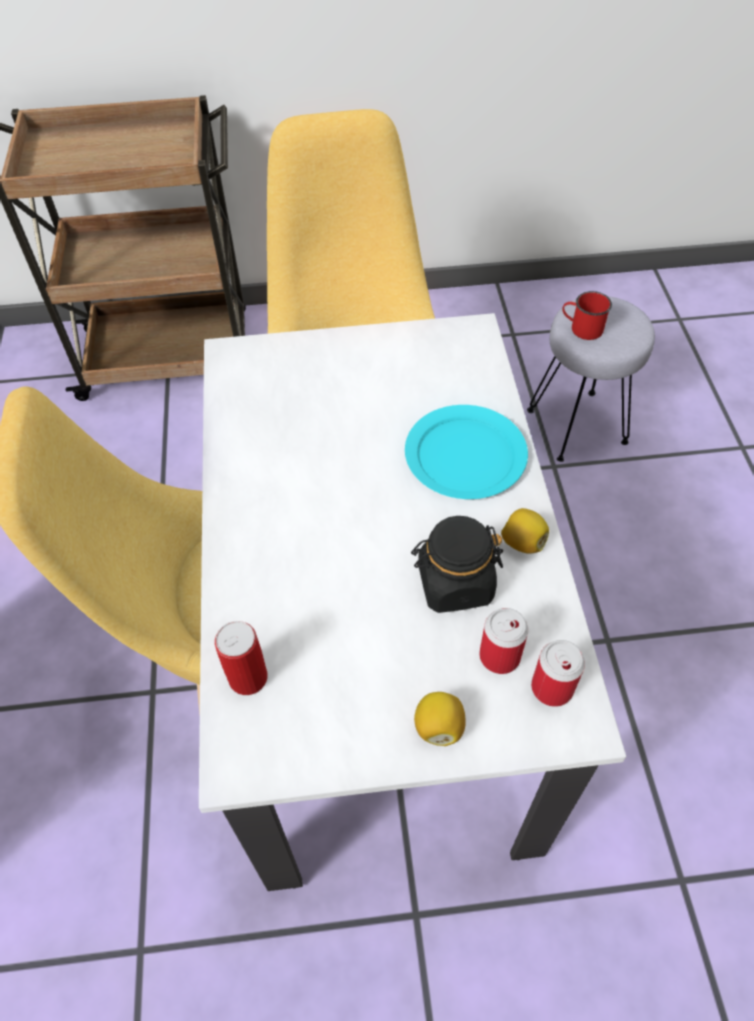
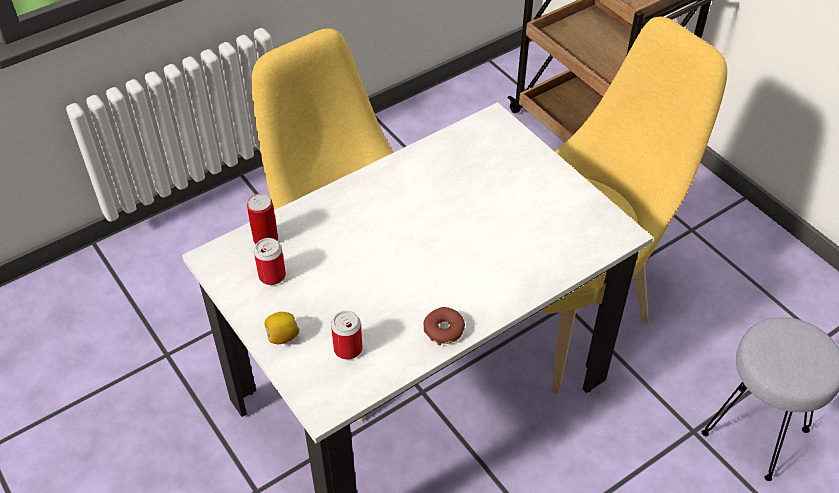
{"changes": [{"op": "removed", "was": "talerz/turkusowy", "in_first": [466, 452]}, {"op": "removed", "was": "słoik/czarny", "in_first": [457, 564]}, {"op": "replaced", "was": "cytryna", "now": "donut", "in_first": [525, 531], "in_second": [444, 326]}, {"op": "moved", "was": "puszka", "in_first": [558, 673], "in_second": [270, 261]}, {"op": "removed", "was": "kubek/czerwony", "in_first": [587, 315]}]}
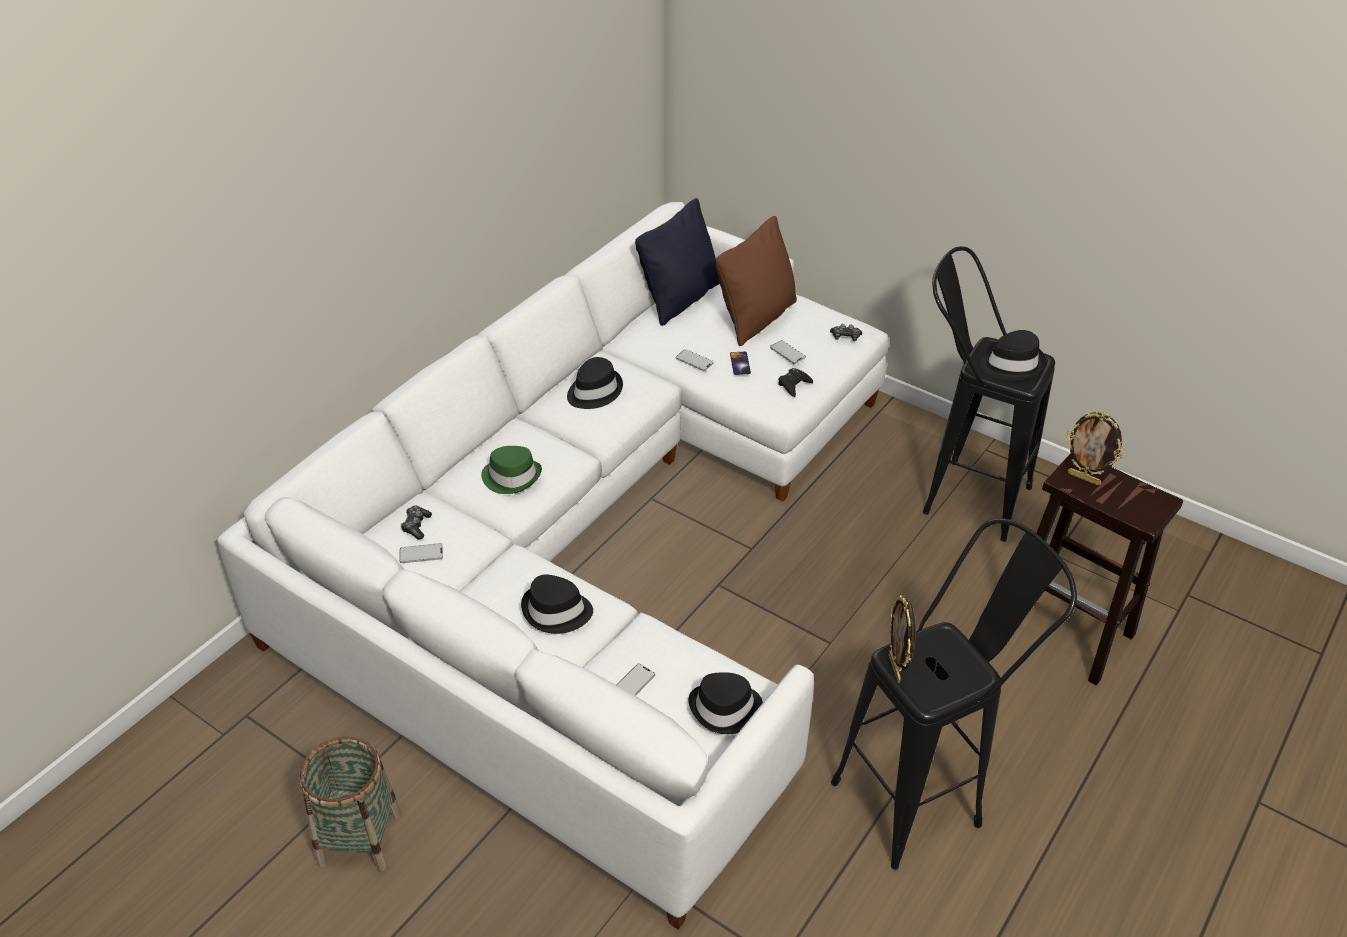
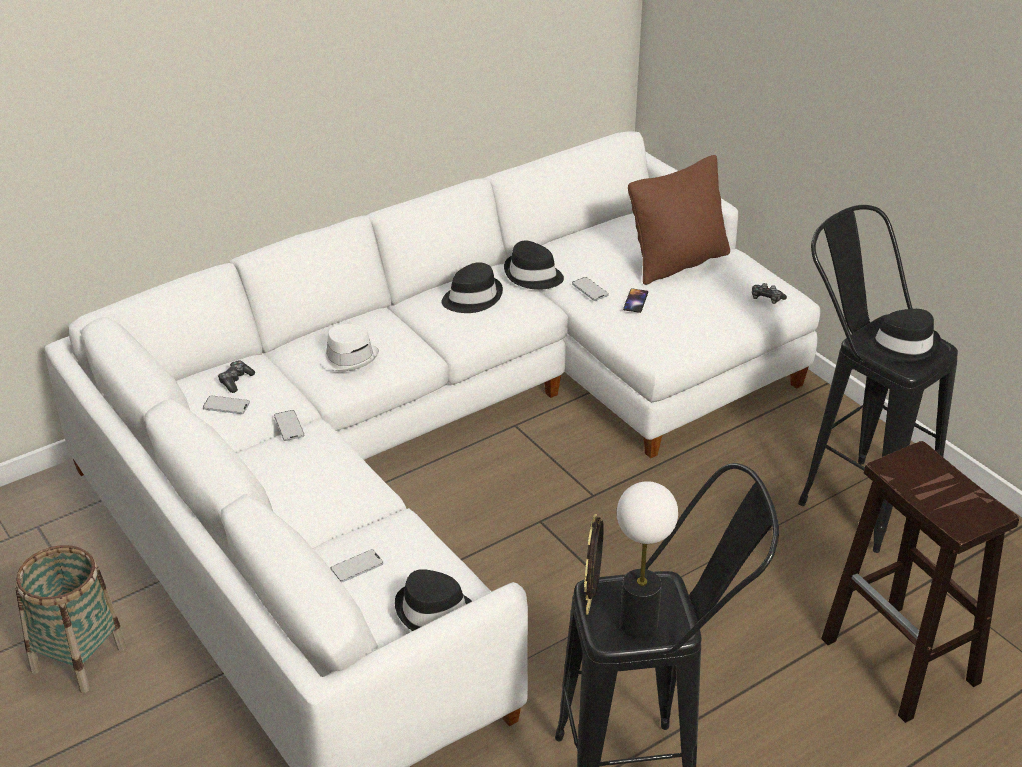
{"changes": [{"op": "recoloured", "was": "kapelusz/zielony", "now": "kapelusz/biały", "in_first": [511, 470], "in_second": [349, 347]}, {"op": "moved", "was": "kapelusz/czarny", "in_first": [557, 604], "in_second": [534, 265]}, {"op": "removed", "was": "poduszka/czarny", "in_first": [677, 262]}, {"op": "moved", "was": "telefon", "in_first": [788, 352], "in_second": [289, 425]}, {"op": "removed", "was": "pad do gier/czarny", "in_first": [795, 382]}, {"op": "removed", "was": "ramka na zdjęcie", "in_first": [1094, 449]}, {"op": "added", "now": "lampa stołowa", "in_second": [647, 559]}]}
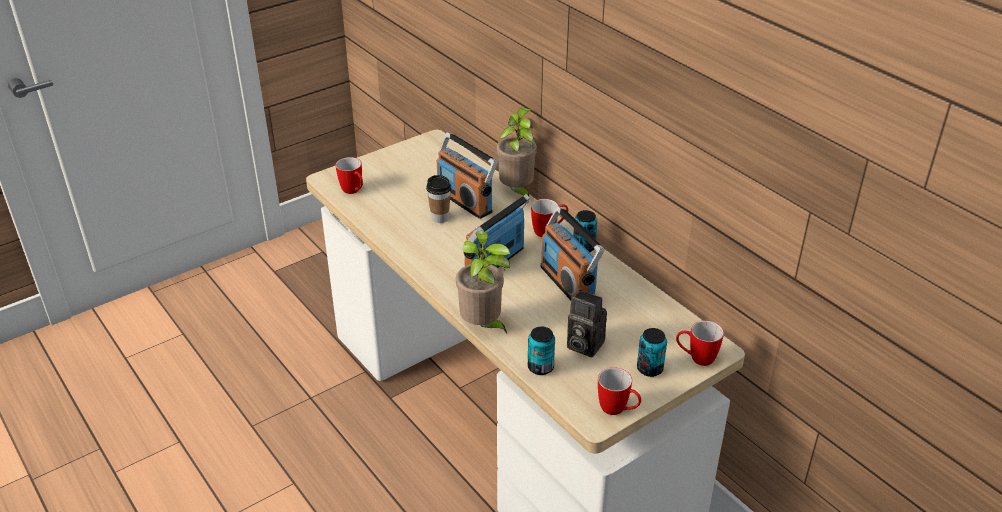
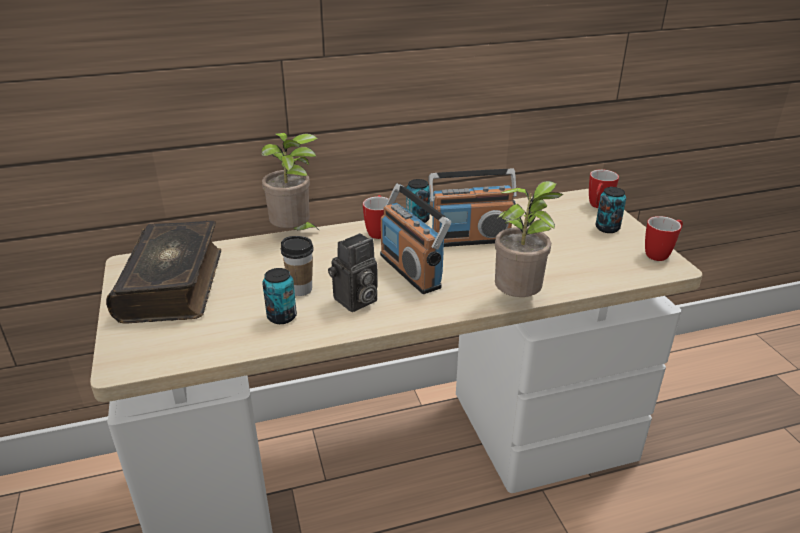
{"changes": [{"op": "removed", "was": "kubek", "in_first": [349, 175]}, {"op": "removed", "was": "radio", "in_first": [467, 175]}, {"op": "moved", "was": "puszka", "in_first": [541, 351], "in_second": [279, 296]}, {"op": "moved", "was": "aparat fotograficzny", "in_first": [587, 324], "in_second": [353, 272]}, {"op": "added", "now": "książka", "in_second": [163, 272]}]}
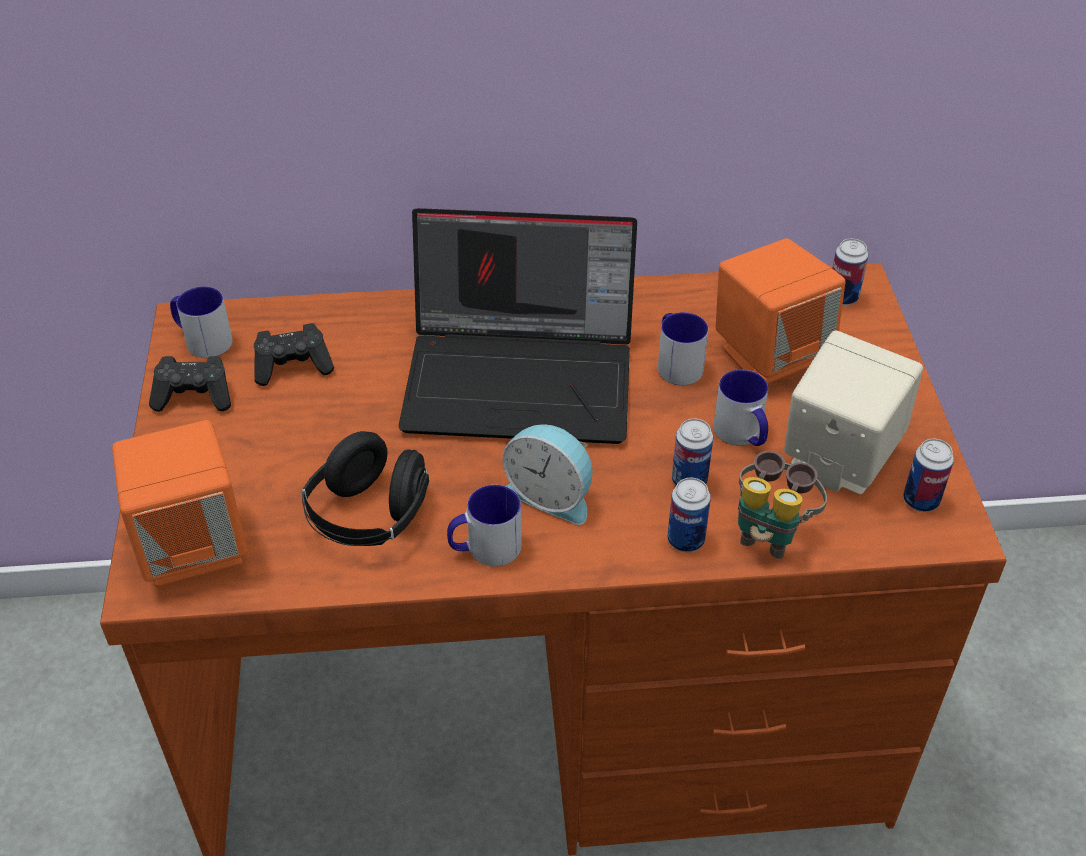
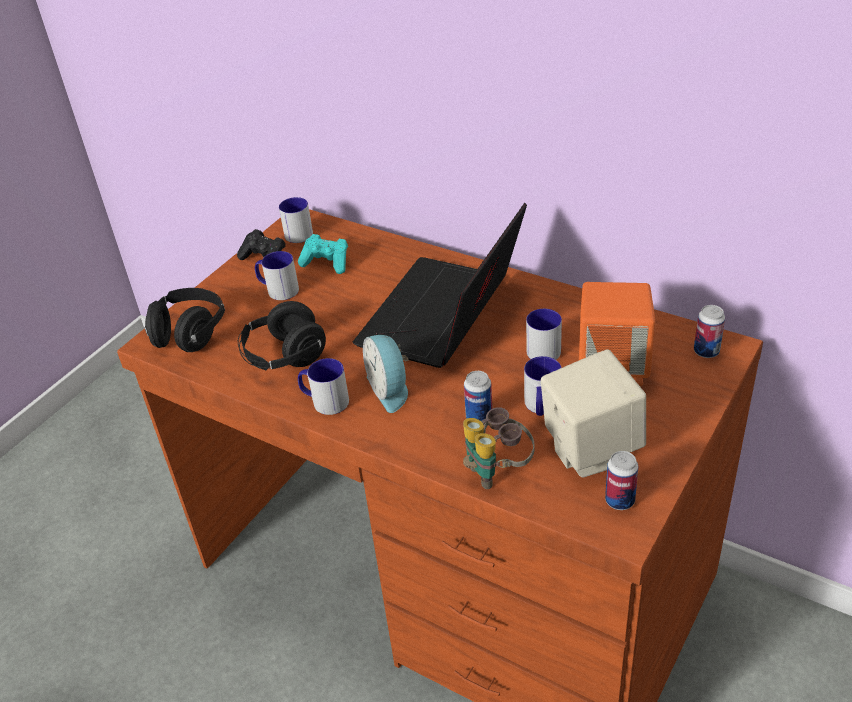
{"changes": [{"op": "replaced", "was": "głośnik/pomarańczowy", "now": "słuchawki/czarny", "in_first": [180, 503], "in_second": [185, 320]}, {"op": "recoloured", "was": "pad do gier/czarny", "now": "pad do gier/turkusowy", "in_first": [294, 354], "in_second": [323, 254]}, {"op": "turned", "was": "laptop", "in_first": [518, 326], "in_second": [440, 285], "clockwise": 75}, {"op": "removed", "was": "puszka", "in_first": [689, 515]}, {"op": "added", "now": "kubek", "in_second": [277, 275]}]}
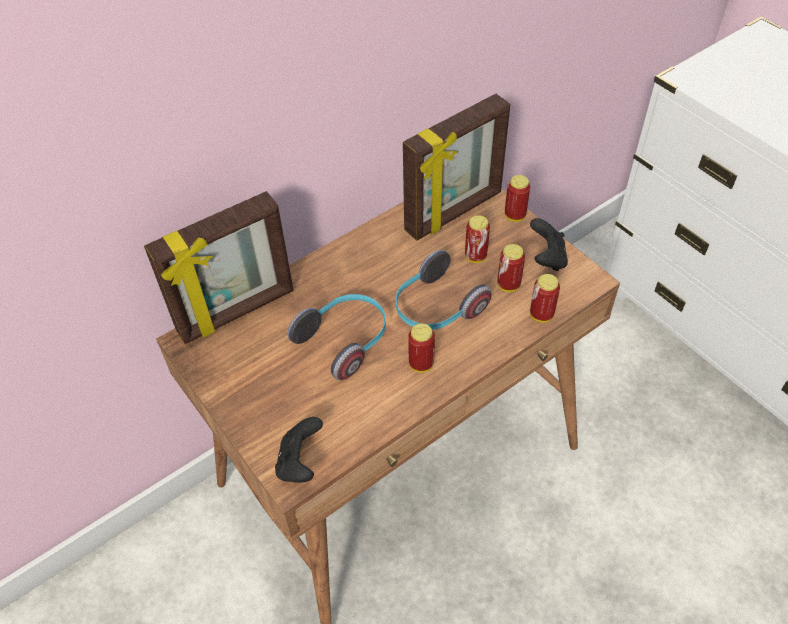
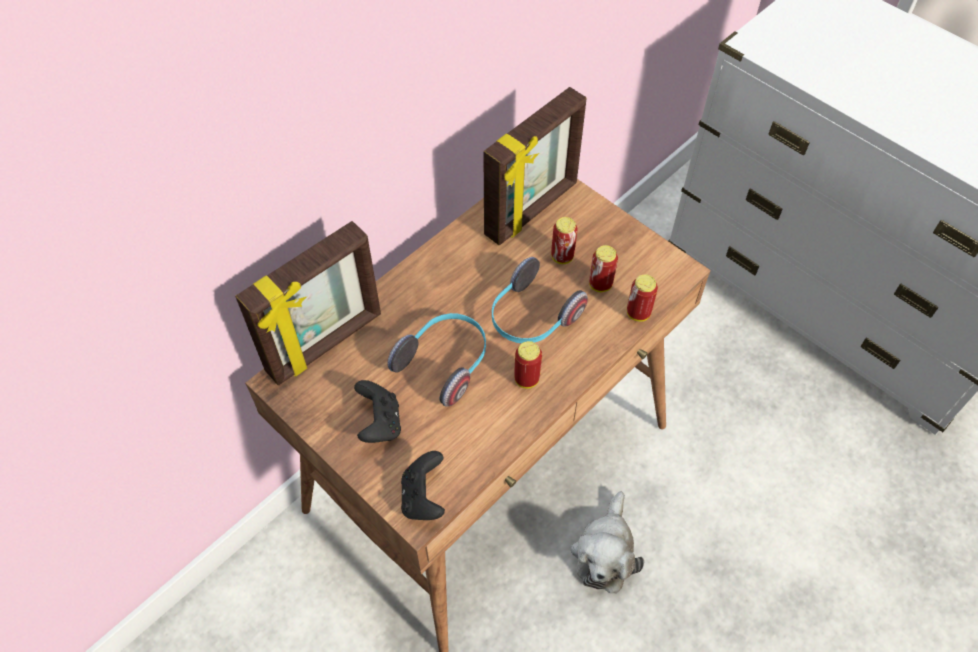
{"changes": [{"op": "removed", "was": "puszka", "in_first": [517, 198]}, {"op": "moved", "was": "pad do gier/czarny", "in_first": [549, 244], "in_second": [377, 411]}, {"op": "added", "now": "pluszak", "in_second": [607, 542]}]}
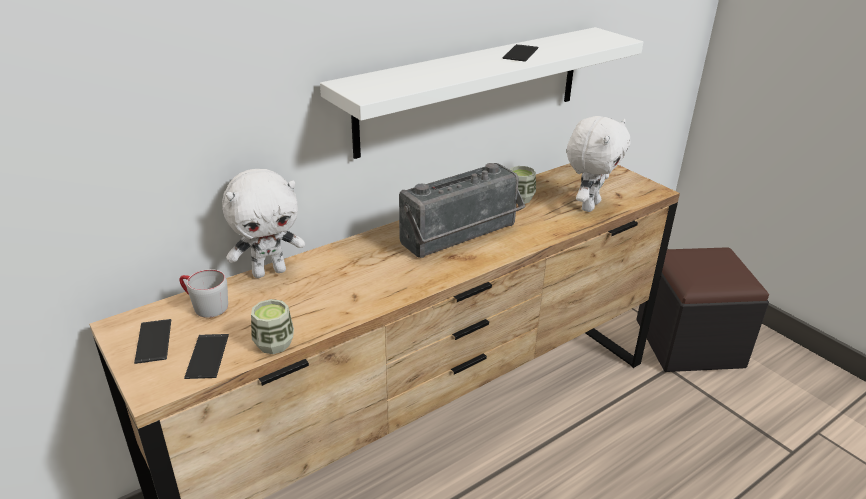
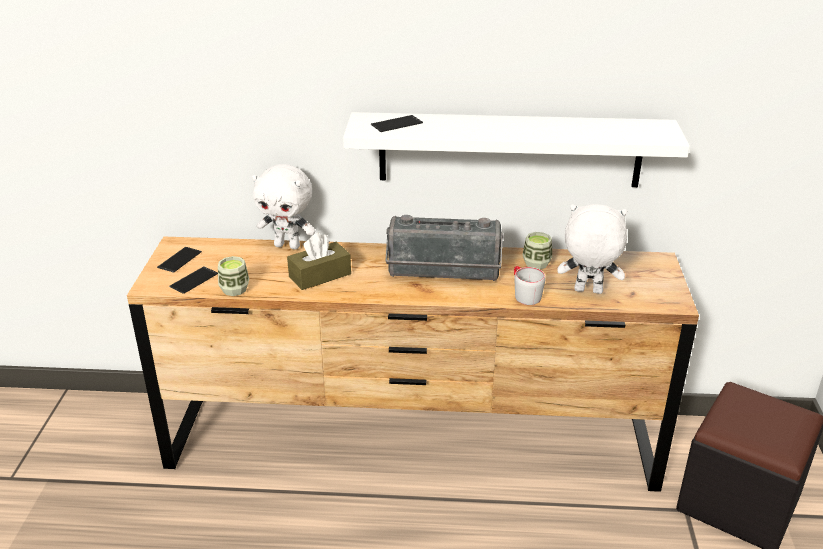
{"changes": [{"op": "moved", "was": "kubek/szary", "in_first": [203, 293], "in_second": [530, 285]}, {"op": "moved", "was": "telefon", "in_first": [520, 53], "in_second": [397, 123]}, {"op": "turned", "was": "pluszak/biały", "in_first": [598, 164], "in_second": [592, 249], "clockwise": -150}, {"op": "added", "now": "pudełko chusteczek/brązowy", "in_second": [319, 261]}]}
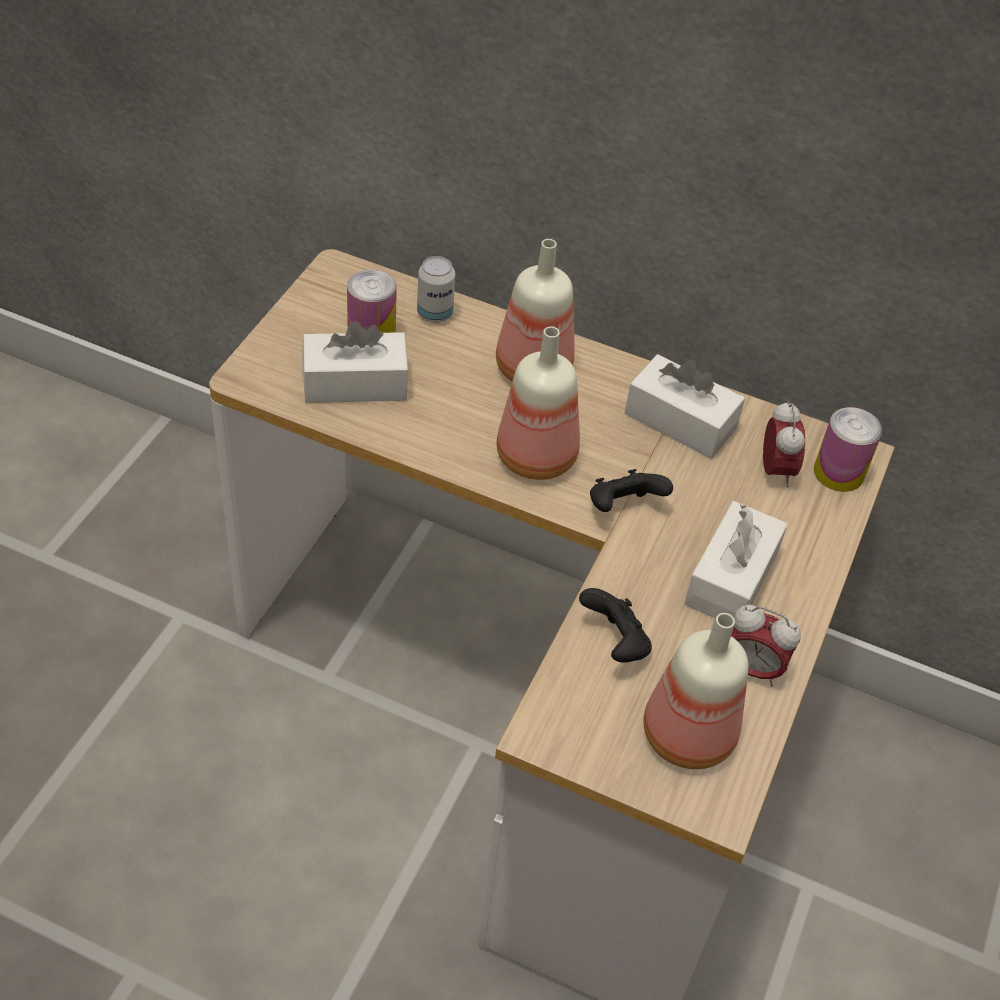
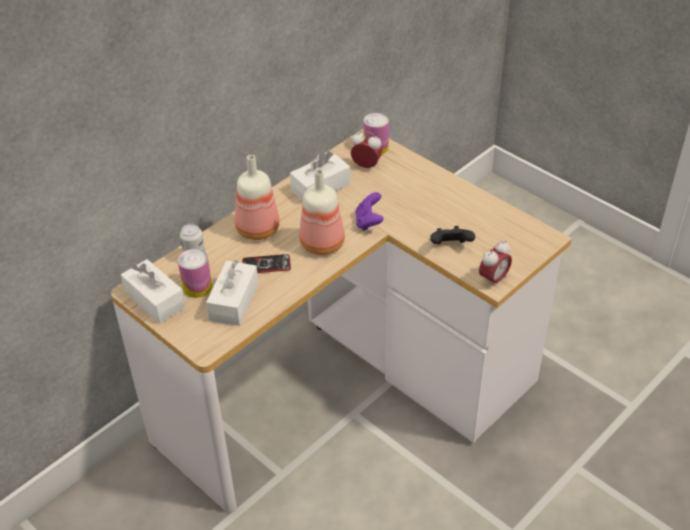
{"changes": [{"op": "recoloured", "was": "pad do gier/czarny", "now": "pad do gier/fioletowy", "in_first": [631, 490], "in_second": [369, 211]}, {"op": "removed", "was": "butelka", "in_first": [696, 691]}, {"op": "moved", "was": "pudełko chusteczek/biały", "in_first": [736, 560], "in_second": [153, 291]}, {"op": "moved", "was": "budzik", "in_first": [766, 645], "in_second": [495, 265]}, {"op": "added", "now": "telefon", "in_second": [266, 263]}]}
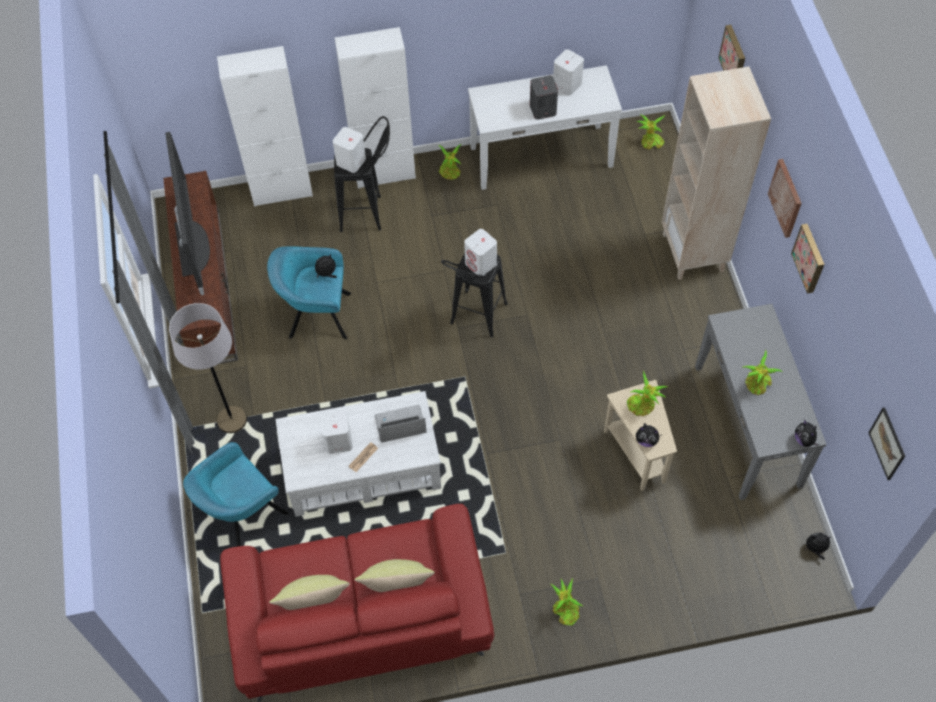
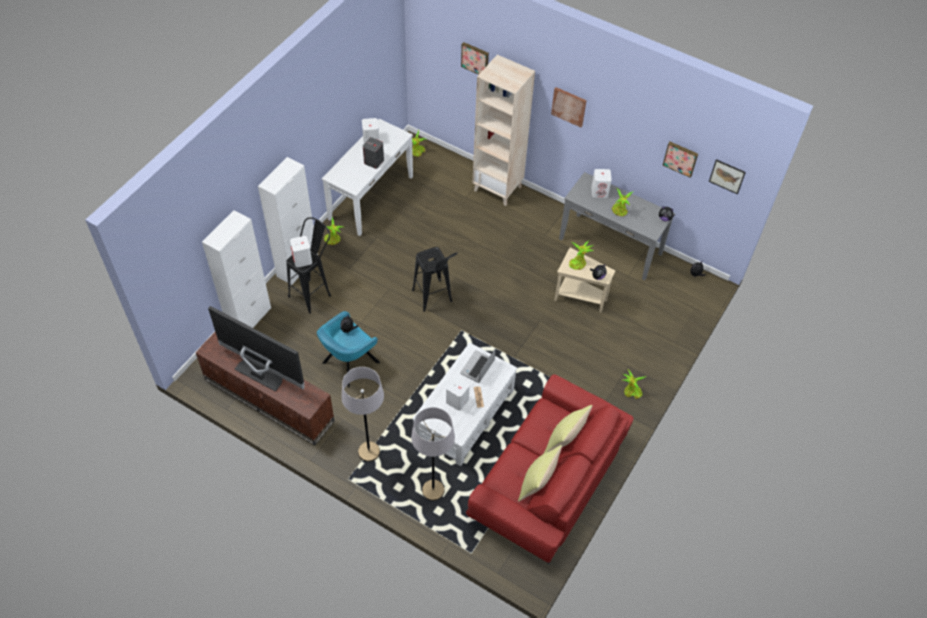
{"changes": [{"op": "replaced", "was": "fotel/turkusowy", "now": "lampa stojąca/szary", "in_first": [235, 494], "in_second": [433, 454]}, {"op": "moved", "was": "głośnik/biały", "in_first": [480, 252], "in_second": [601, 183]}, {"op": "moved", "was": "obraz", "in_first": [807, 259], "in_second": [680, 160]}]}
